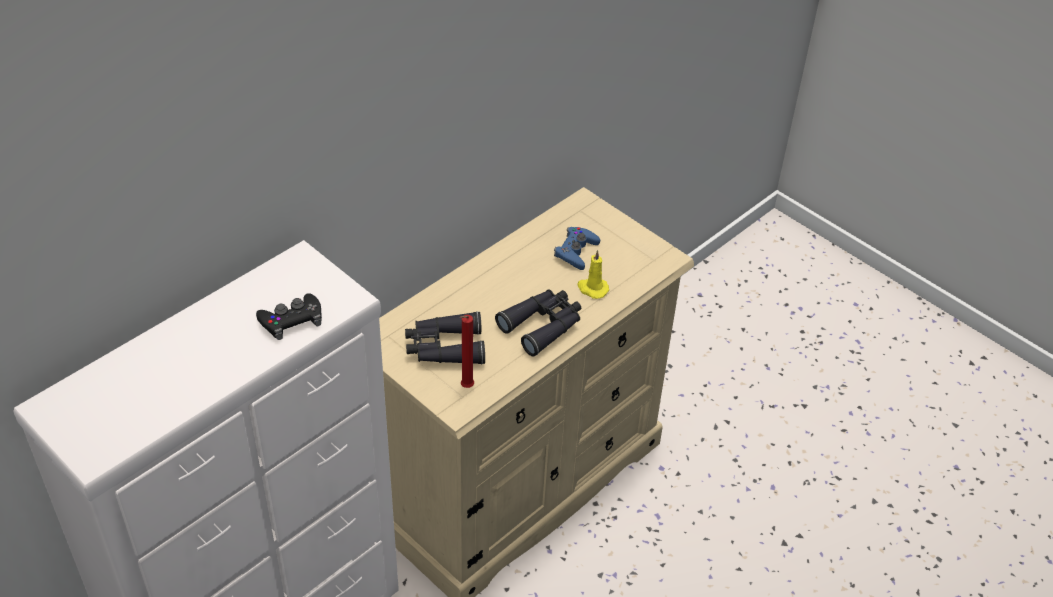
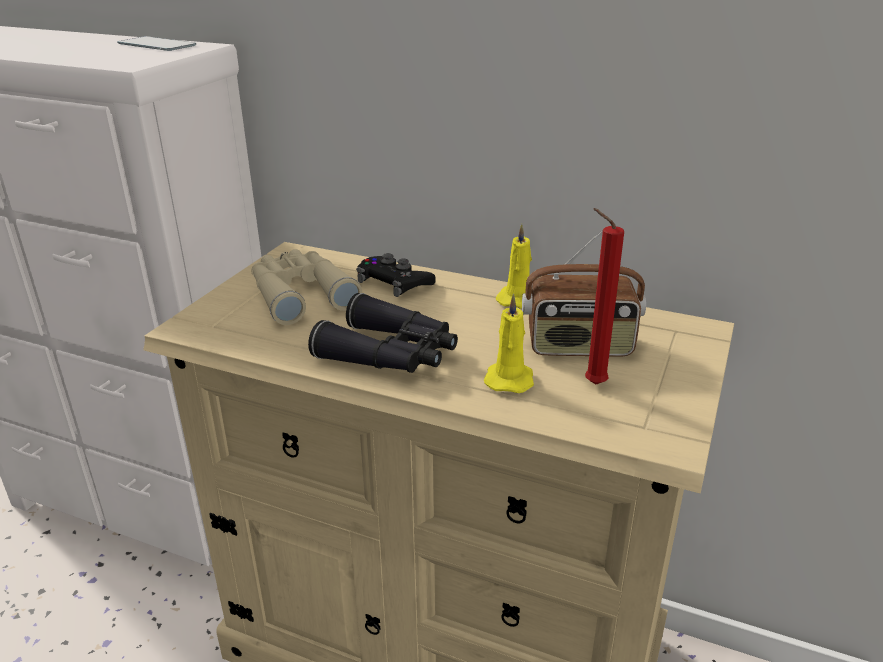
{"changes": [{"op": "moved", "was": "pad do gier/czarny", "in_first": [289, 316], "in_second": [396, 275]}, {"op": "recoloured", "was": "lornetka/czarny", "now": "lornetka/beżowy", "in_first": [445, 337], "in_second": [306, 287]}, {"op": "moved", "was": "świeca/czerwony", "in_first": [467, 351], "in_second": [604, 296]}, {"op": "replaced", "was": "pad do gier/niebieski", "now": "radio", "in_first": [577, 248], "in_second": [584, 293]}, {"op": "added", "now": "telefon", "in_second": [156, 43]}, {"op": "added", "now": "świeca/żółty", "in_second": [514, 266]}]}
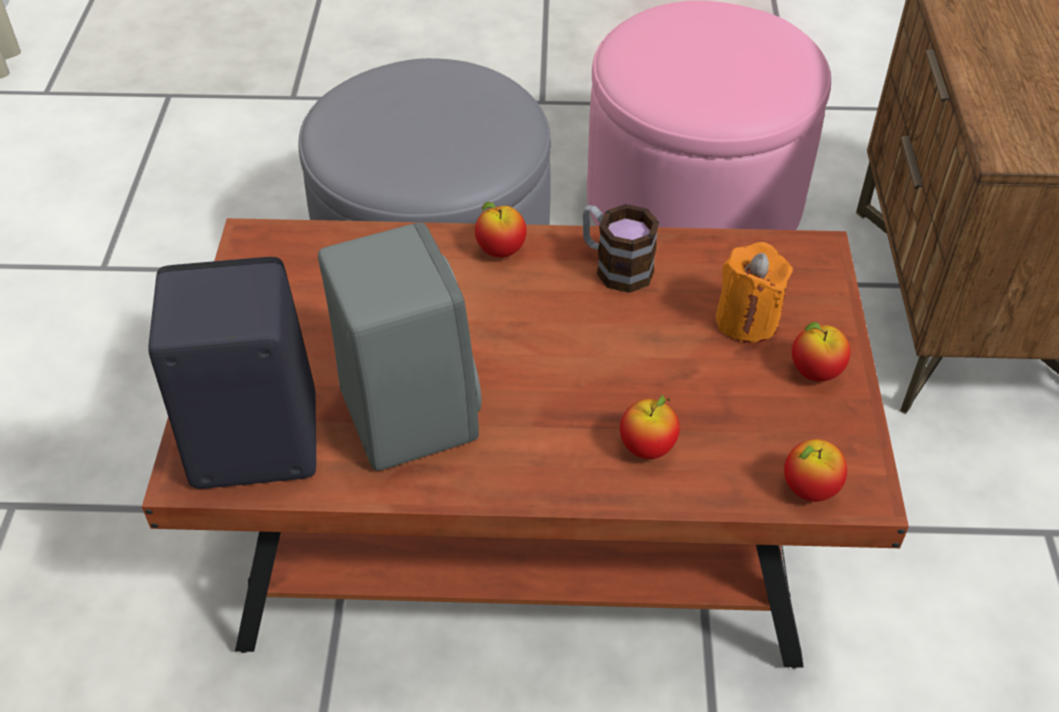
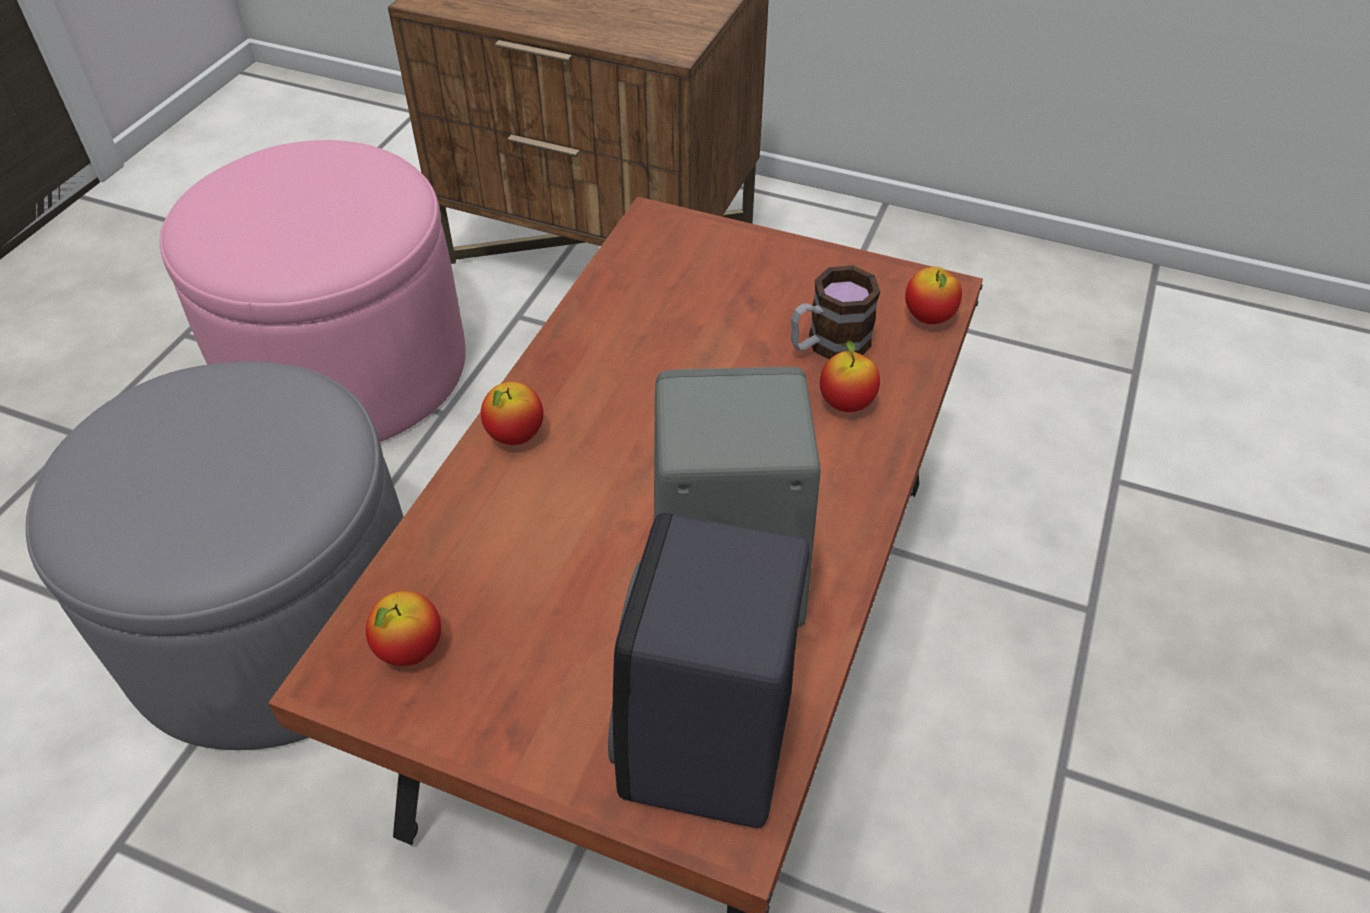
{"changes": [{"op": "moved", "was": "kubek", "in_first": [620, 248], "in_second": [836, 312]}, {"op": "removed", "was": "świeca/pomarańczowy", "in_first": [754, 292]}, {"op": "moved", "was": "jabłko", "in_first": [821, 351], "in_second": [403, 628]}]}
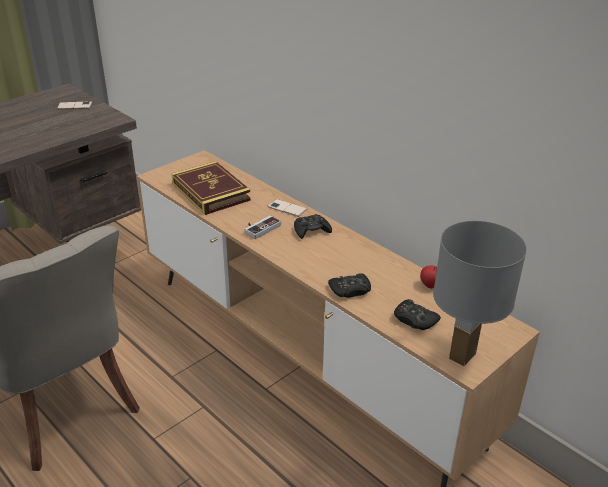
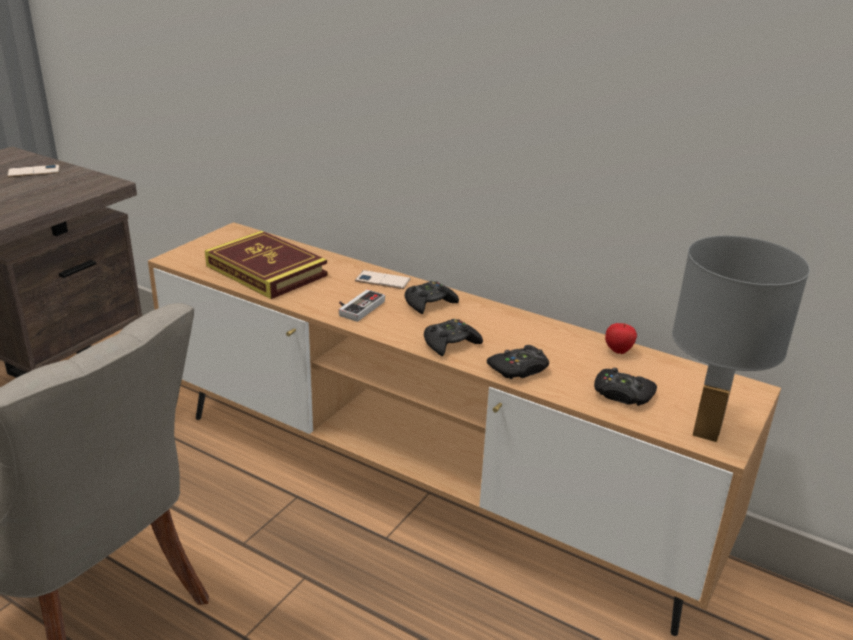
{"changes": [{"op": "added", "now": "pad do gier/czarny", "in_second": [453, 338]}]}
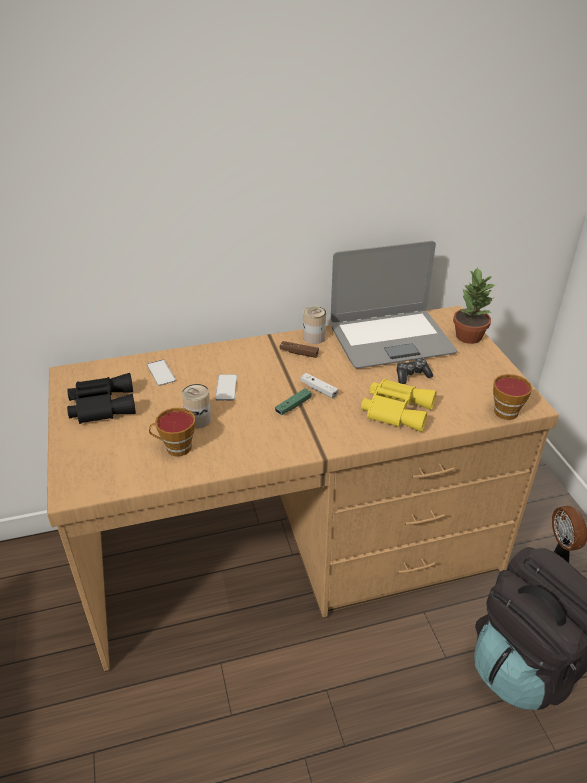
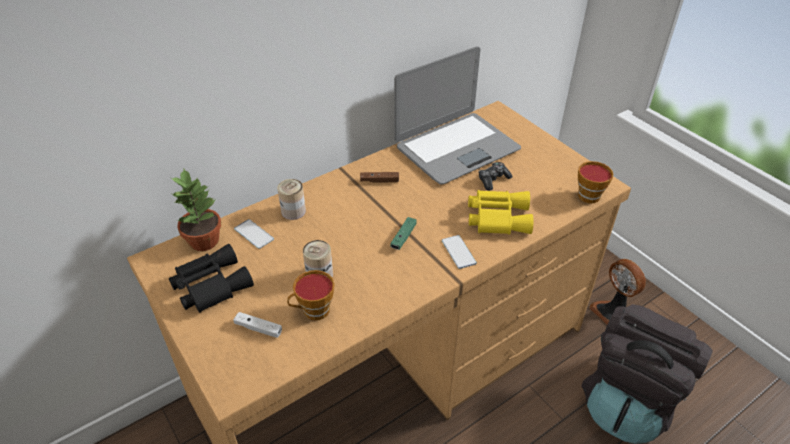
{"changes": [{"op": "moved", "was": "telefon", "in_first": [226, 387], "in_second": [459, 252]}, {"op": "moved", "was": "pad do gier/biały", "in_first": [319, 386], "in_second": [257, 325]}, {"op": "moved", "was": "puszka", "in_first": [314, 325], "in_second": [291, 199]}, {"op": "moved", "was": "roślina doniczkowa", "in_first": [475, 305], "in_second": [195, 210]}]}
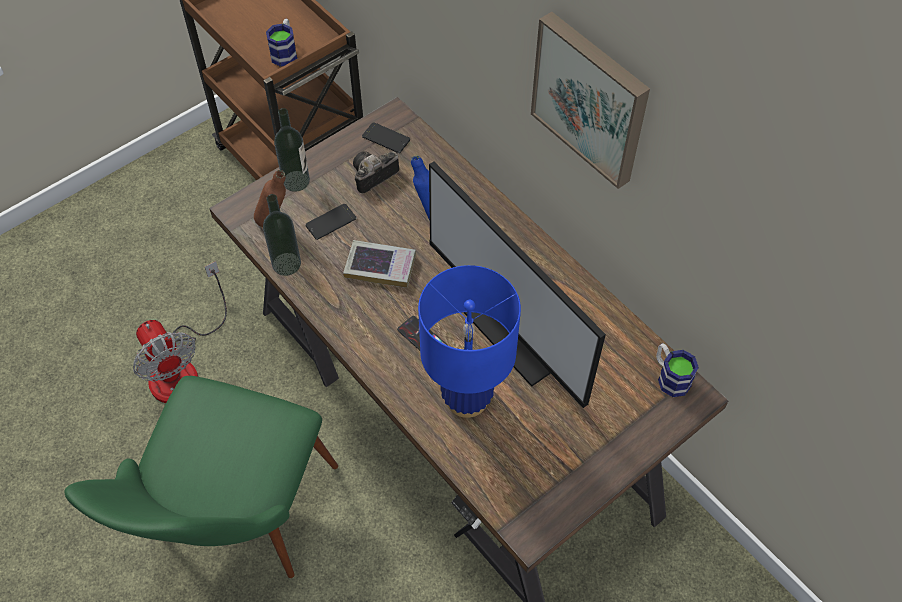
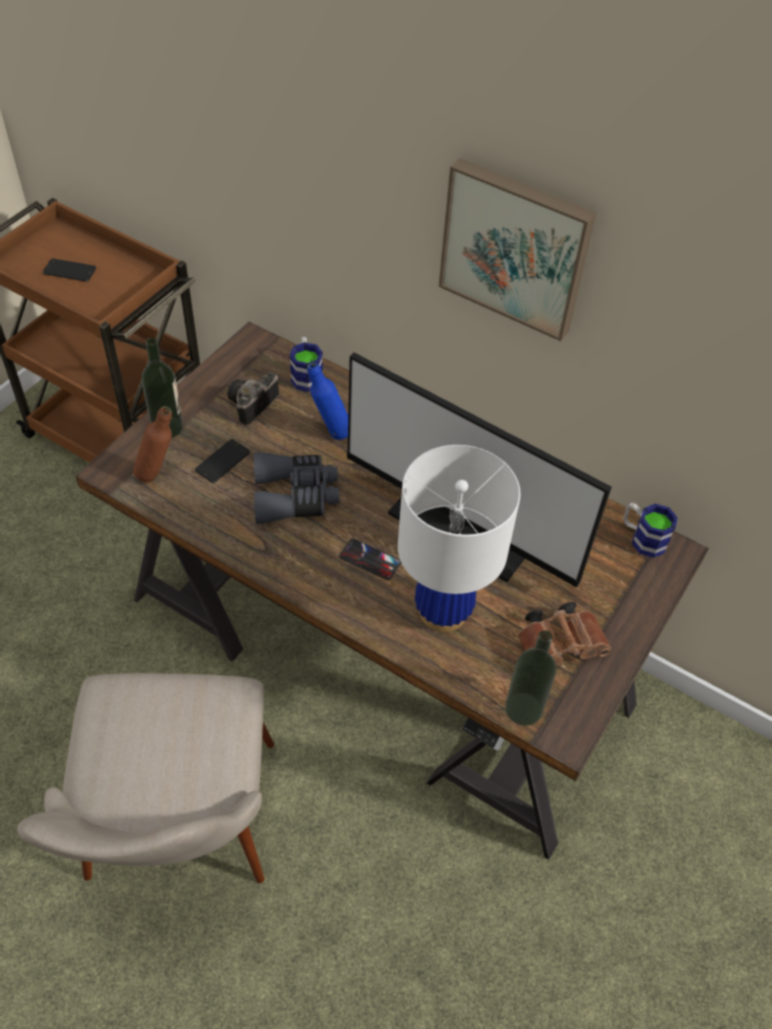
{"changes": [{"op": "recoloured", "was": "krzesło/zielony", "now": "krzesło/beżowy", "in_first": [201, 477], "in_second": [145, 778]}, {"op": "removed", "was": "wentylator", "in_first": [180, 332]}, {"op": "moved", "was": "butelka", "in_first": [282, 235], "in_second": [530, 678]}, {"op": "moved", "was": "kubek", "in_first": [281, 43], "in_second": [306, 364]}, {"op": "replaced", "was": "książka", "now": "lornetka/szary", "in_first": [379, 264], "in_second": [296, 488]}, {"op": "moved", "was": "telefon", "in_first": [386, 137], "in_second": [69, 270]}, {"op": "recoloured", "was": "lampa stołowa/niebieski", "now": "lampa stołowa/biały", "in_first": [469, 341], "in_second": [459, 538]}, {"op": "added", "now": "lornetka/brązowy", "in_second": [564, 634]}]}
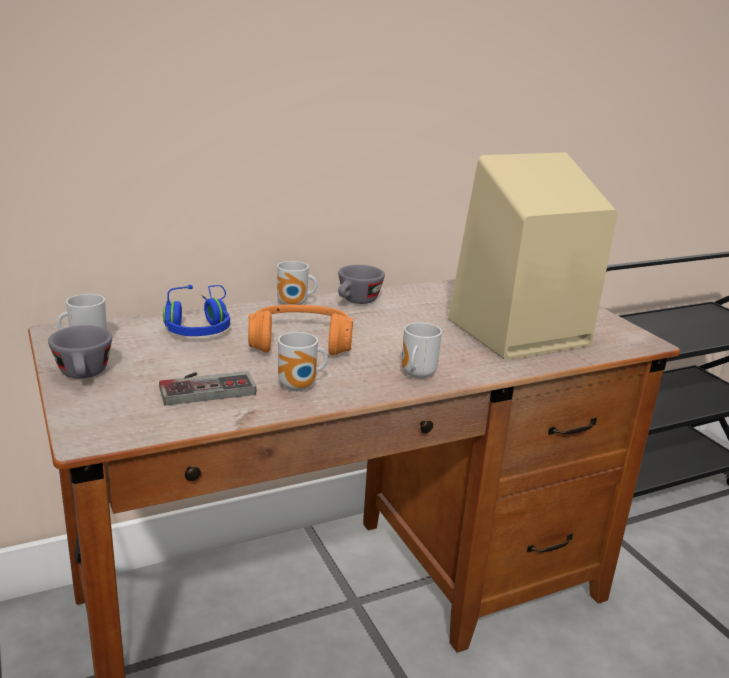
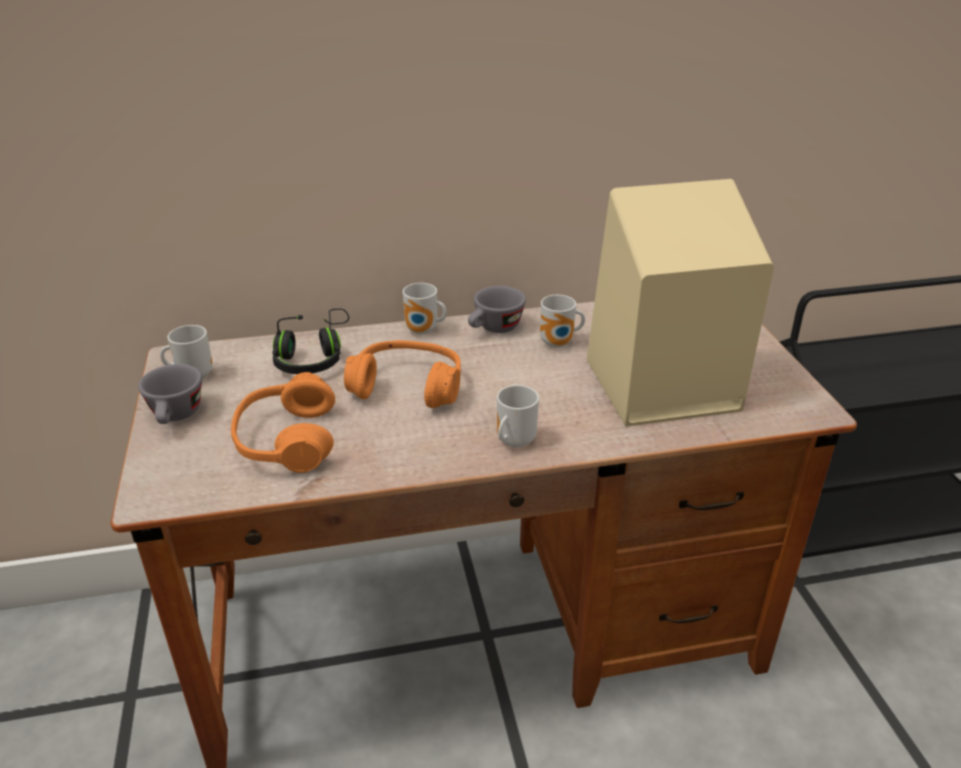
{"changes": [{"op": "replaced", "was": "pad do gier", "now": "słuchawki/pomarańczowy", "in_first": [207, 388], "in_second": [283, 422]}, {"op": "recoloured", "was": "słuchawki/niebieski", "now": "słuchawki/czarny", "in_first": [196, 310], "in_second": [310, 341]}, {"op": "moved", "was": "kubek", "in_first": [303, 361], "in_second": [562, 321]}]}
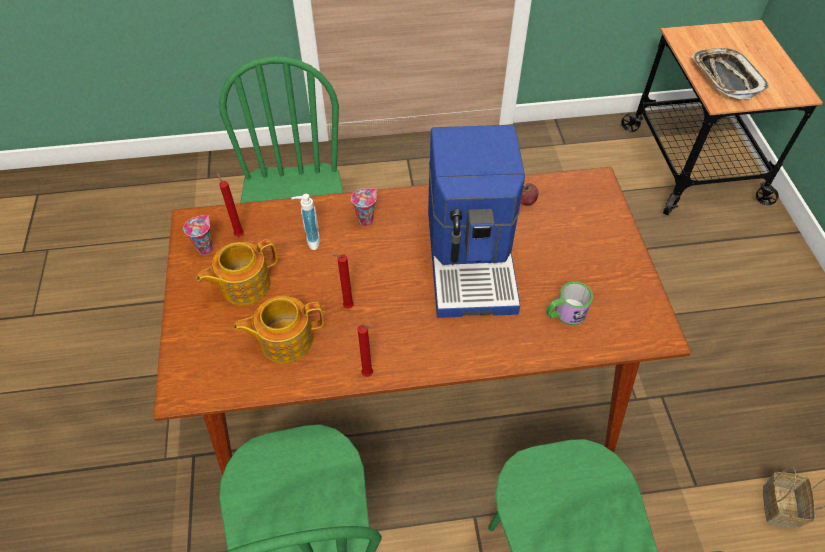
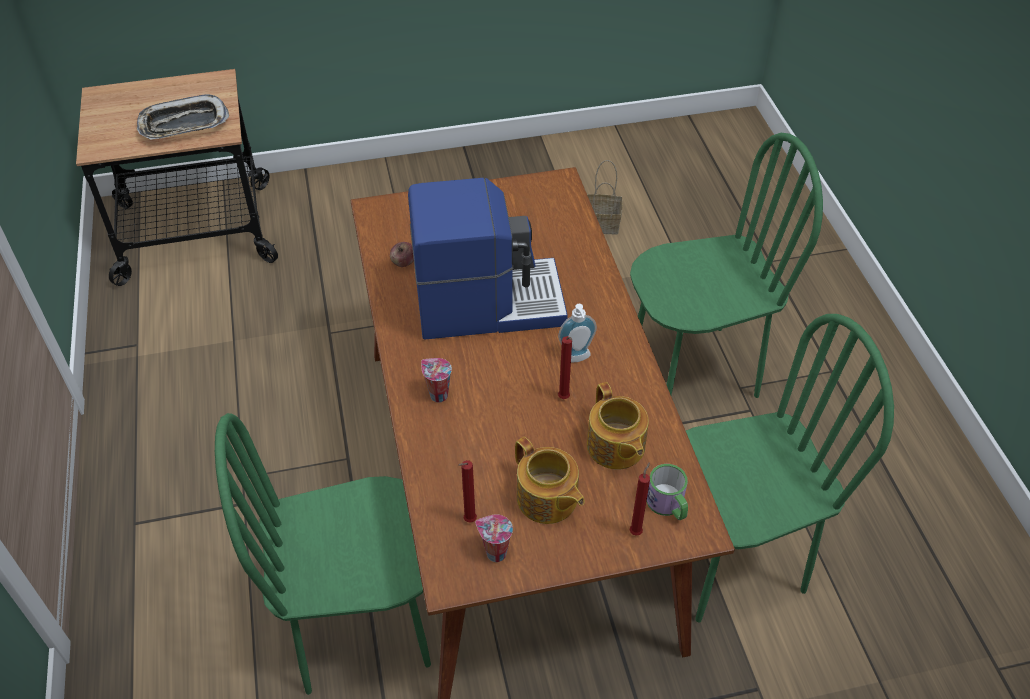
{"changes": [{"op": "moved", "was": "dozownik mydła", "in_first": [305, 222], "in_second": [577, 333]}, {"op": "moved", "was": "świeca/czerwony", "in_first": [365, 351], "in_second": [639, 499]}, {"op": "moved", "was": "kubek", "in_first": [569, 303], "in_second": [667, 492]}]}
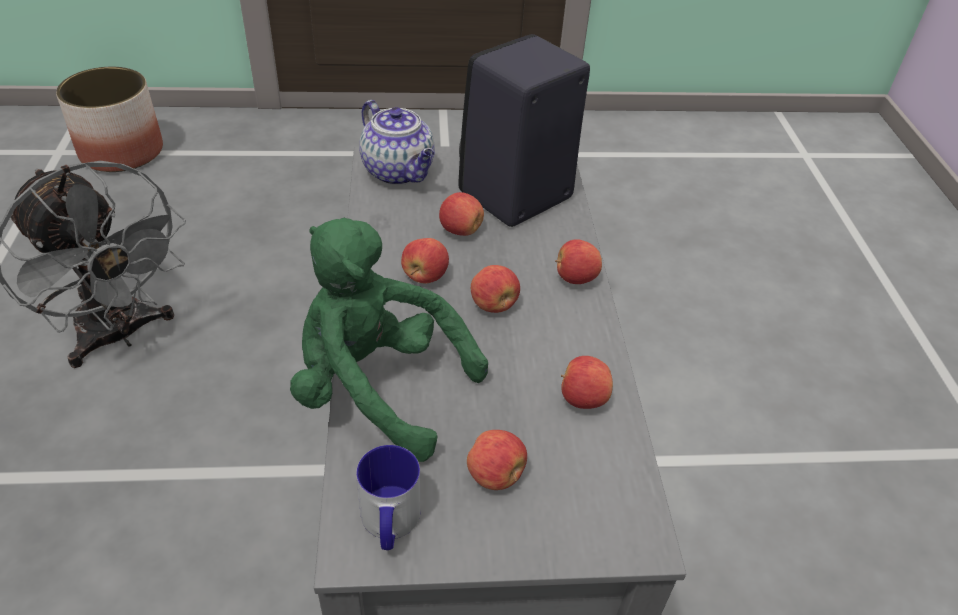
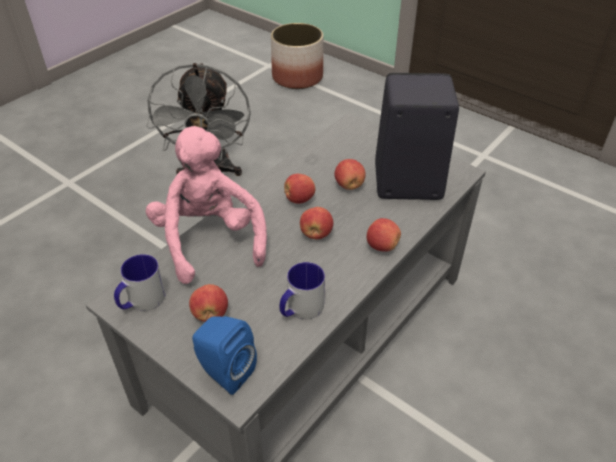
{"changes": [{"op": "recoloured", "was": "pluszak/zielony", "now": "pluszak/różowy", "in_first": [389, 340], "in_second": [206, 205]}, {"op": "removed", "was": "imbryk", "in_first": [397, 142]}, {"op": "replaced", "was": "jabłko", "now": "kubek", "in_first": [587, 382], "in_second": [302, 290]}, {"op": "added", "now": "głośnik/niebieski", "in_second": [224, 355]}]}
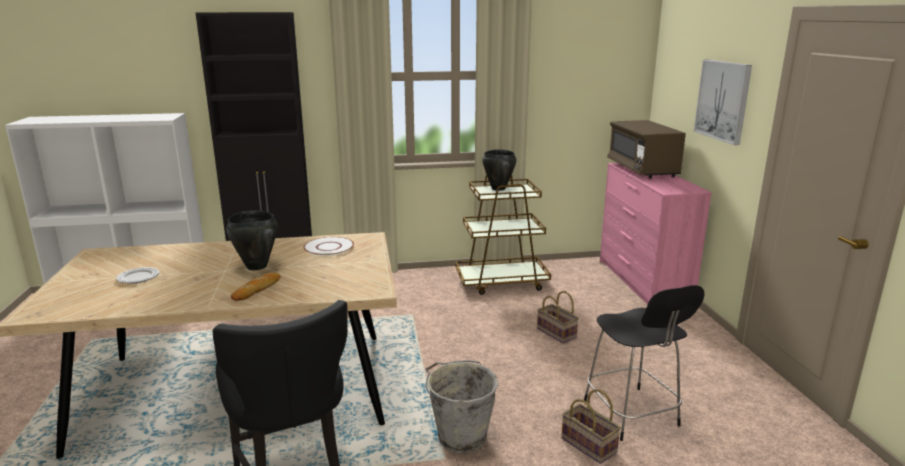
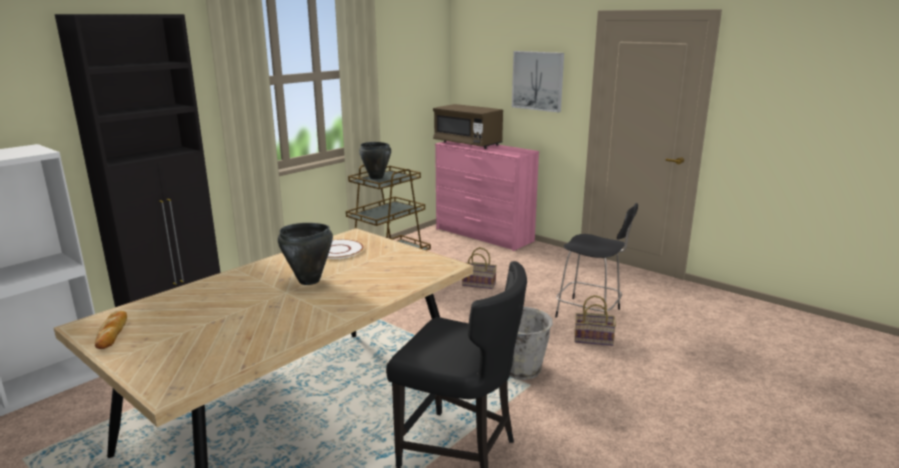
{"changes": [{"op": "removed", "was": "talerz", "in_first": [137, 275]}, {"op": "moved", "was": "chleb", "in_first": [256, 286], "in_second": [111, 330]}]}
